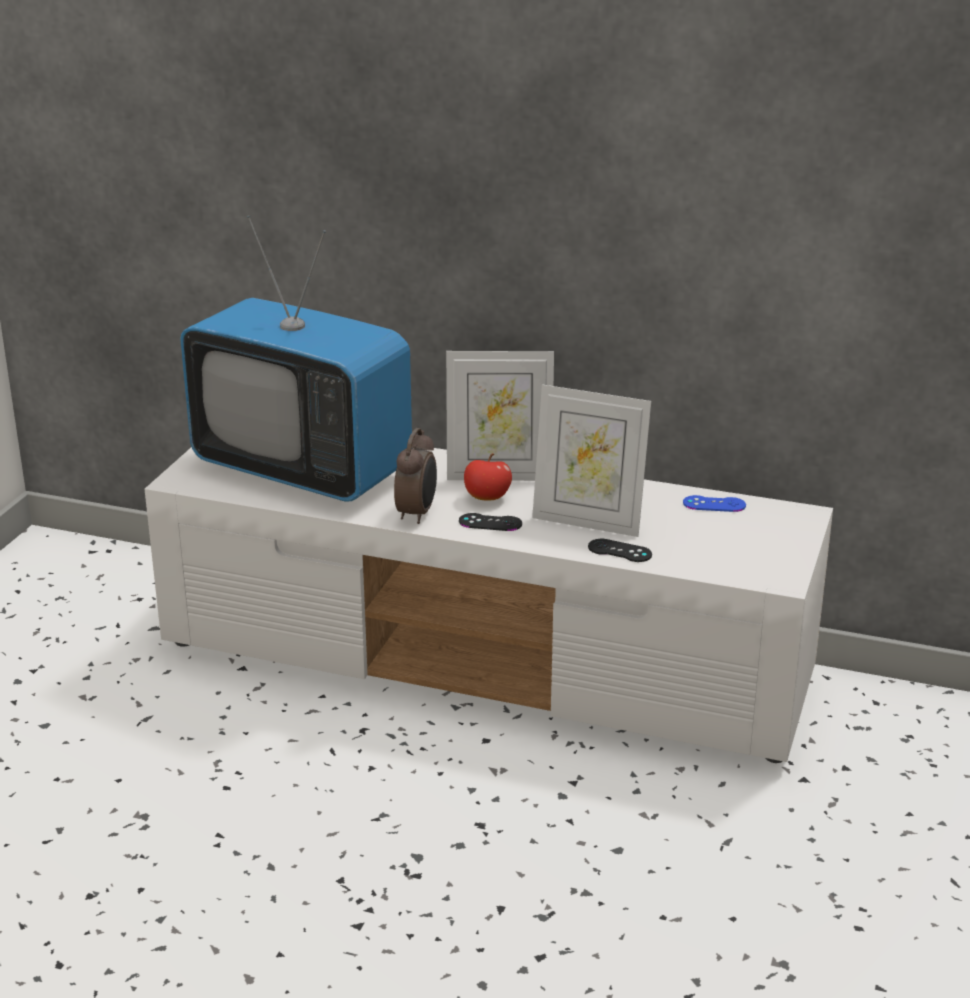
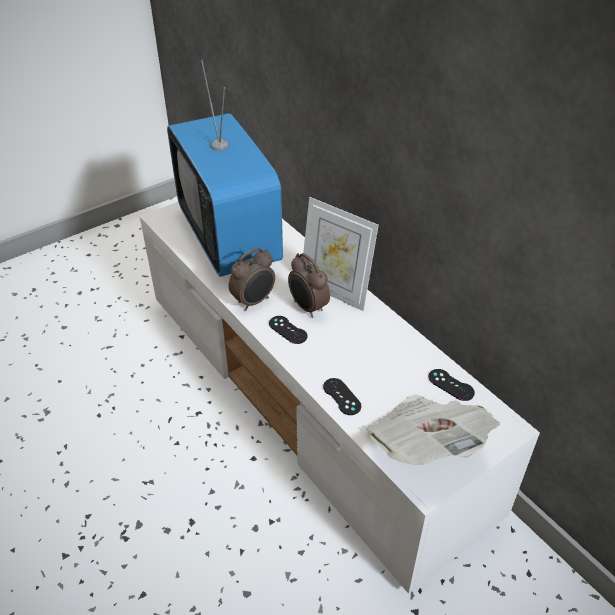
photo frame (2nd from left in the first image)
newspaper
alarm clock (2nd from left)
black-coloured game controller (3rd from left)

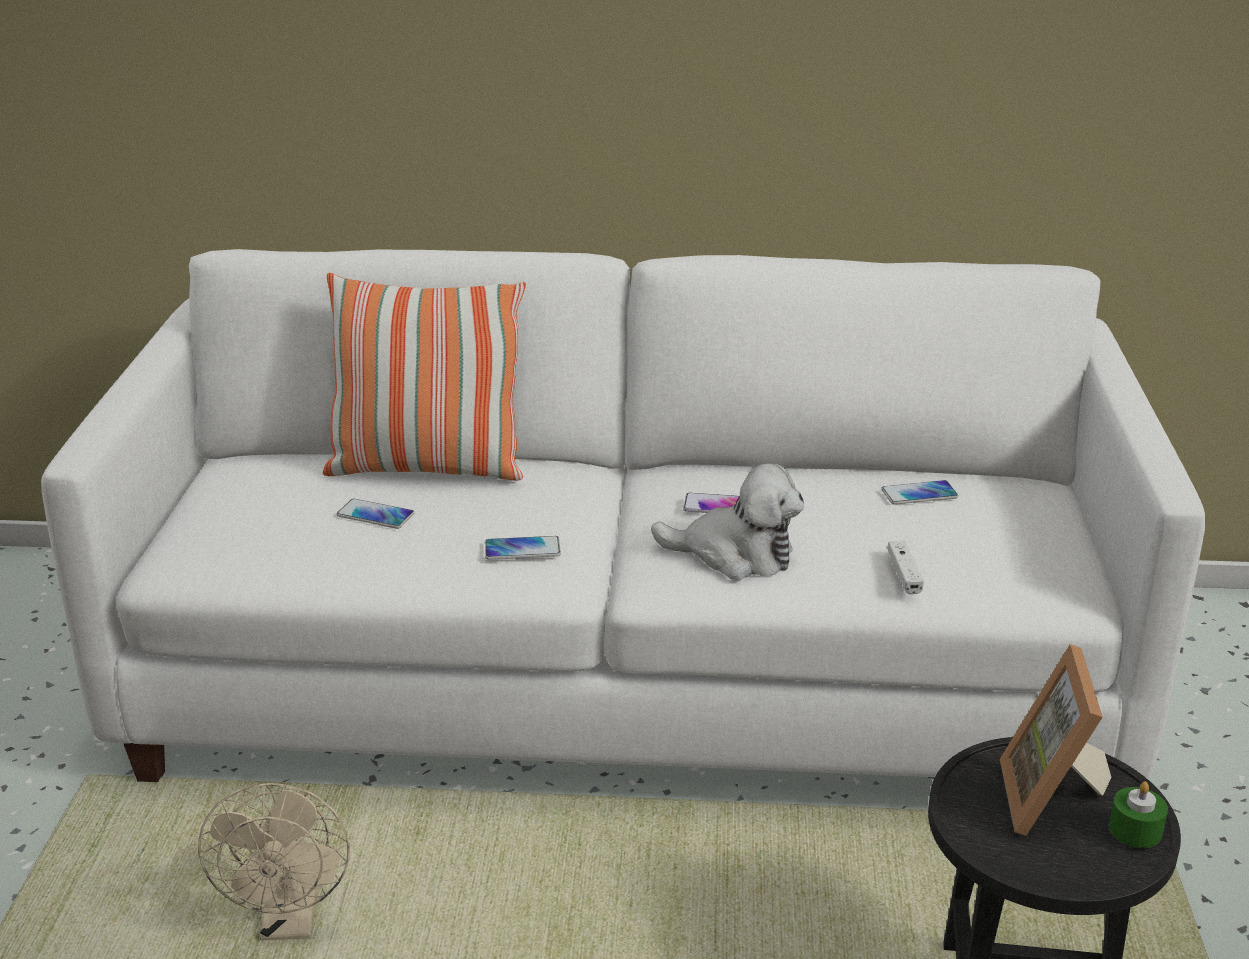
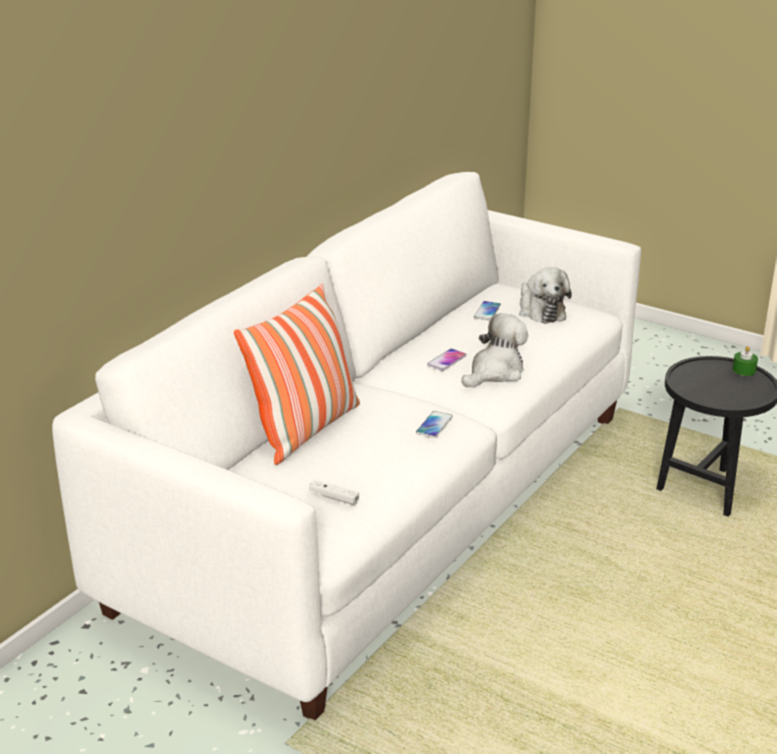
sand-coloured fan
telephone (1st from left in the first image)
photo frame
cuddly toy (2nd from left)
whitish game controller

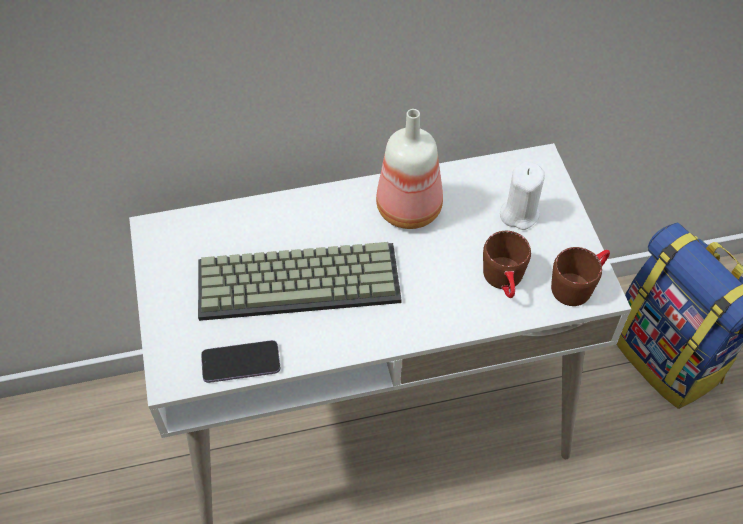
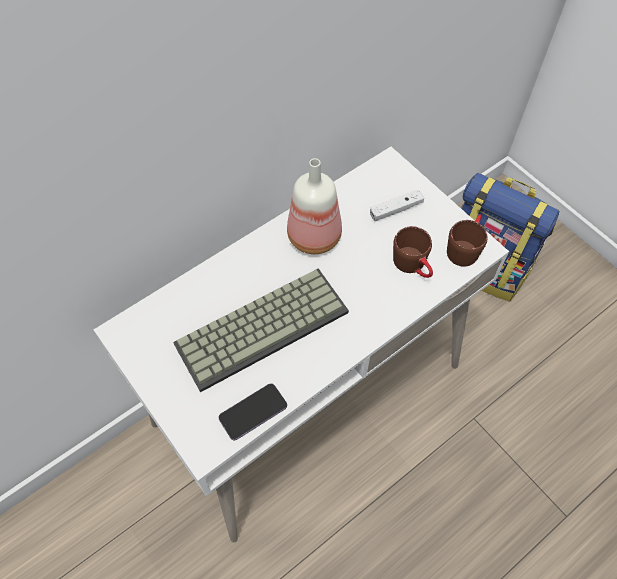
whitish game controller

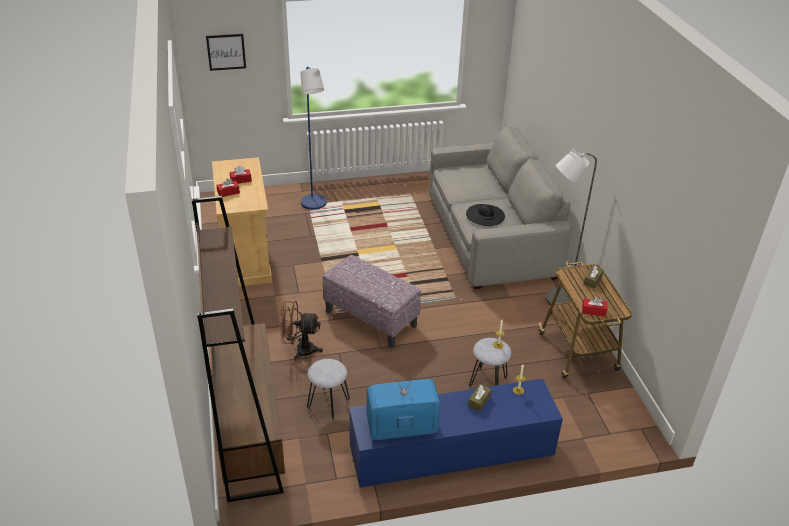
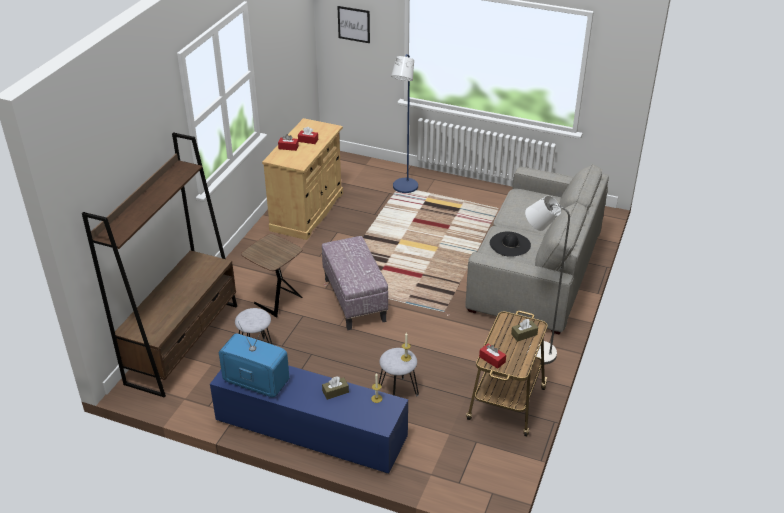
brown-coloured accent table

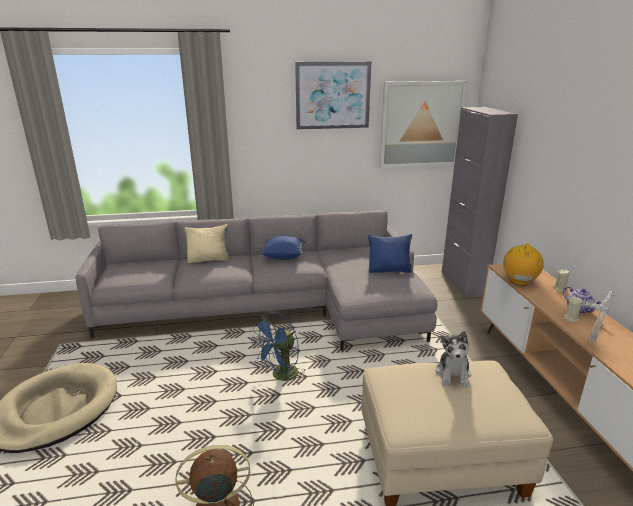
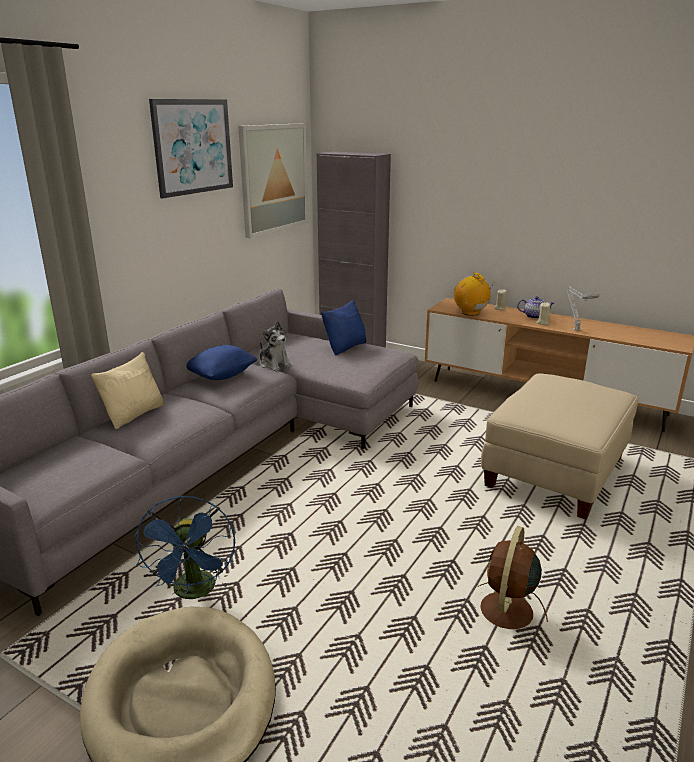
blue-coloured fan
cuddly toy

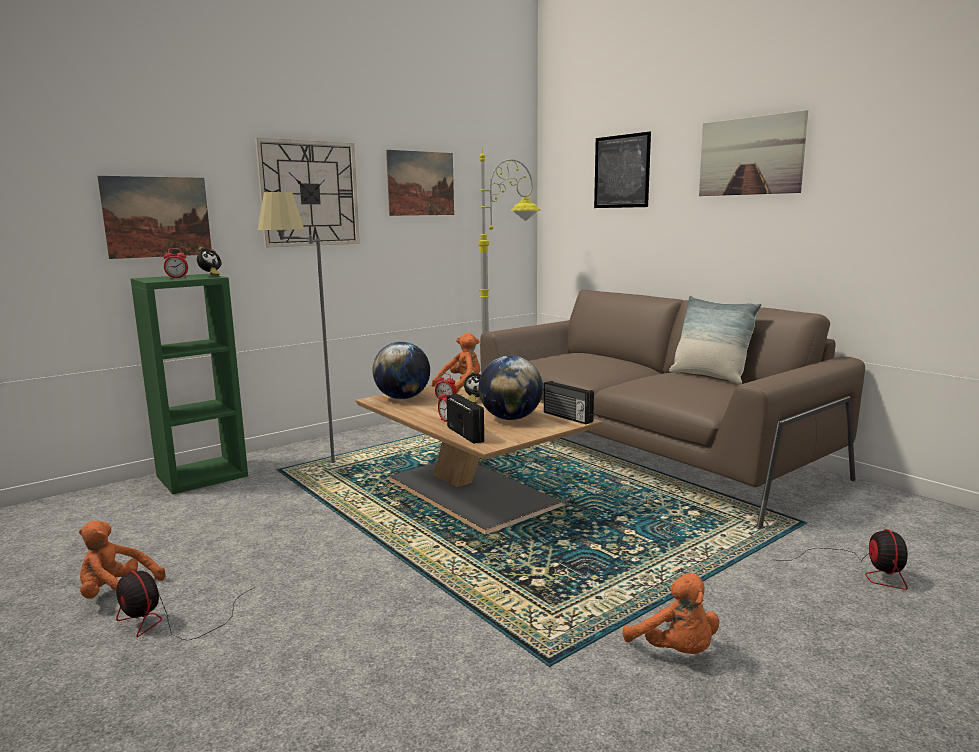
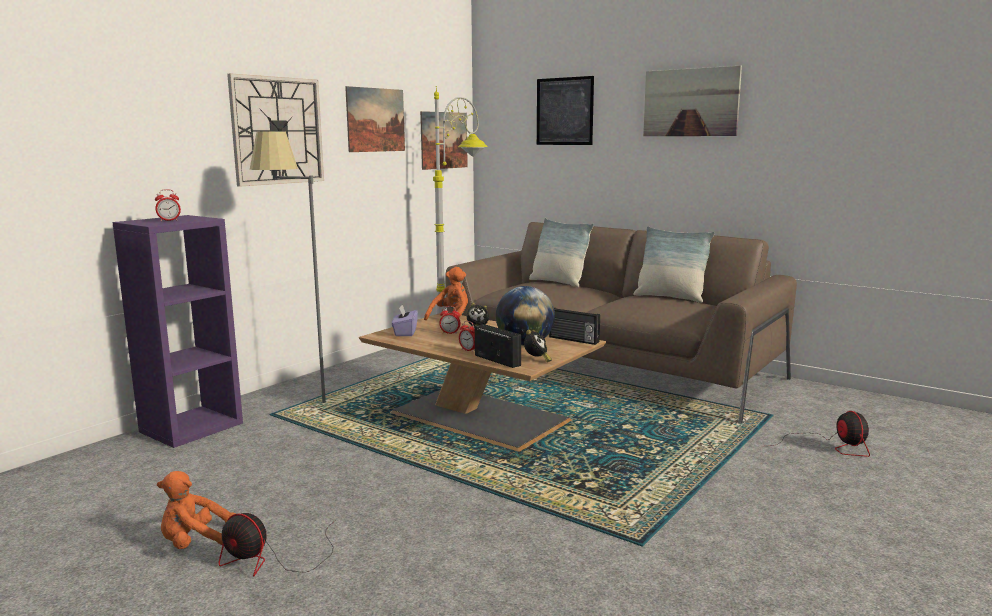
orange-coloured cuddly toy (3rd from left in the first image)
throw pillow (1st from left)
wall art (2nd from left)
alarm clock (5th from left)
purple tissue holder
purple shelving unit

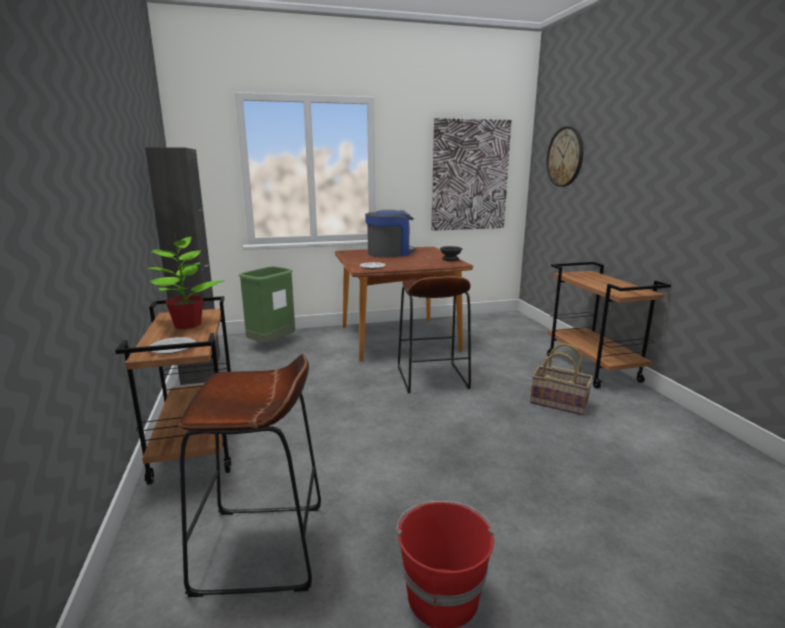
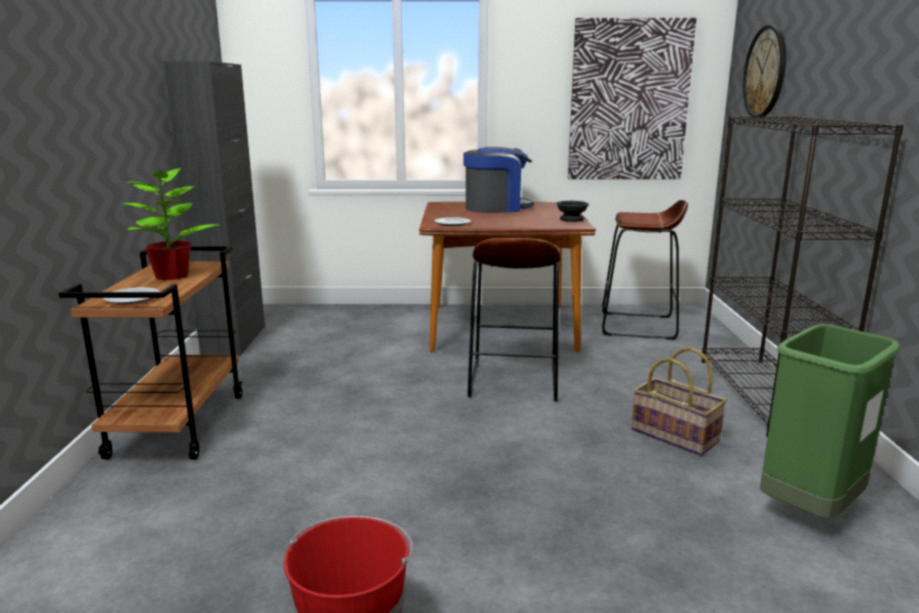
brown-coloured sitting stool (2nd from left)
green-coloured trash can
black-coloured shelving unit

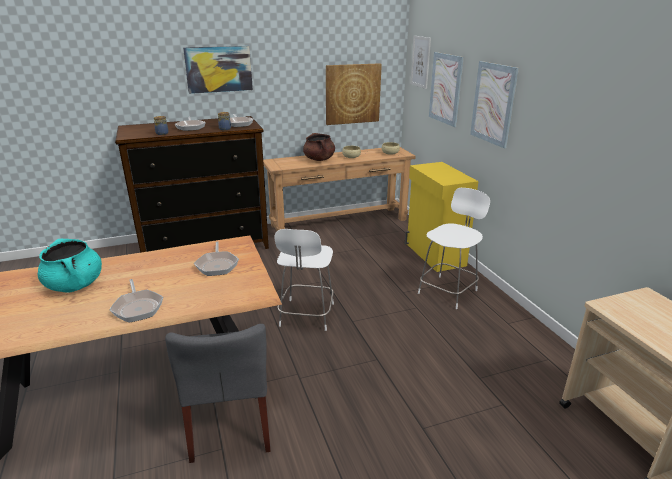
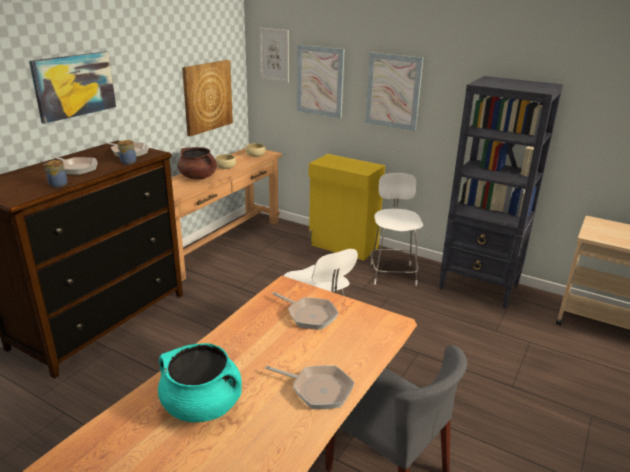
black-coloured shelving unit

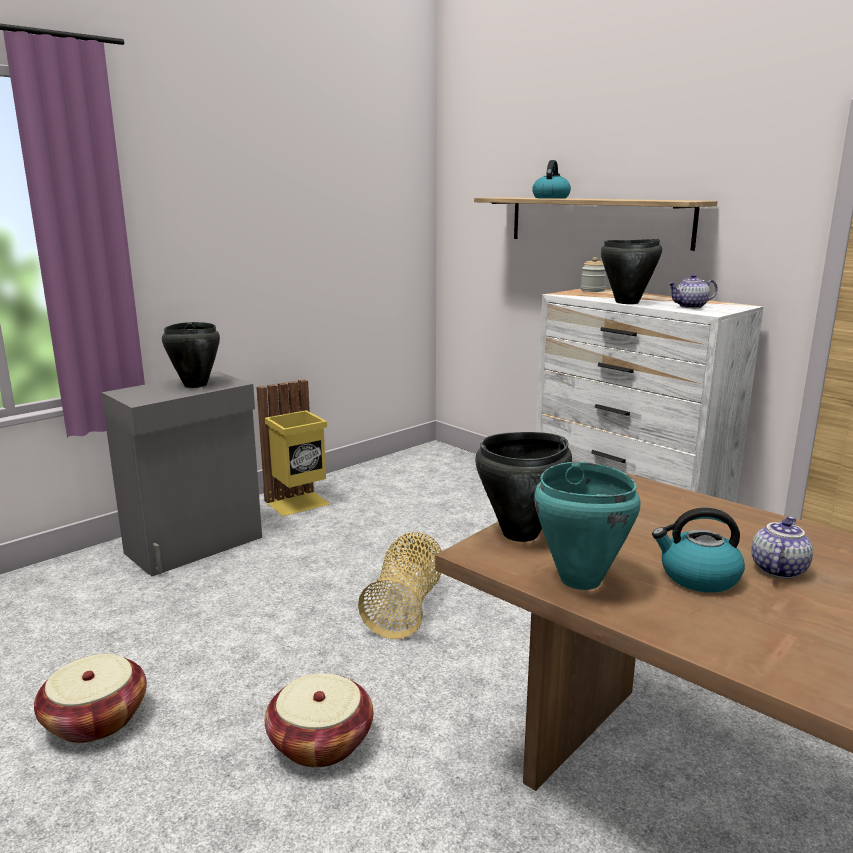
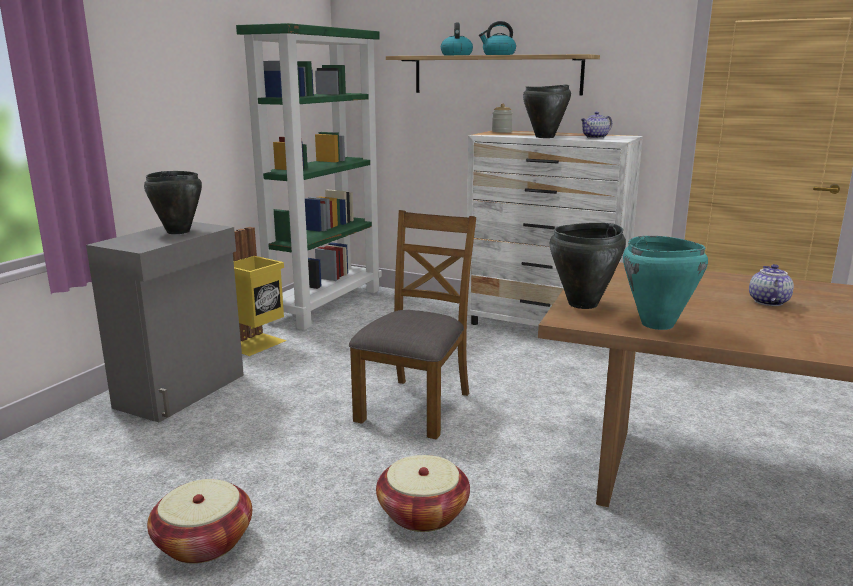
green-coloured shelving unit
water kettle (2nd from left)
brown-coloured chair

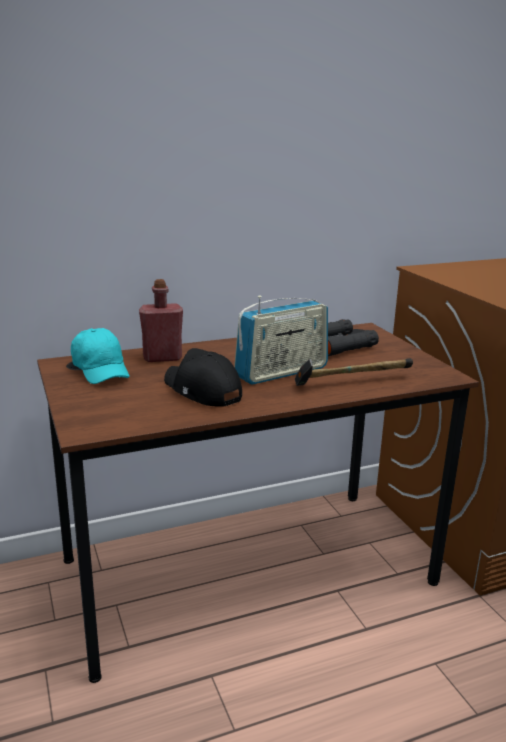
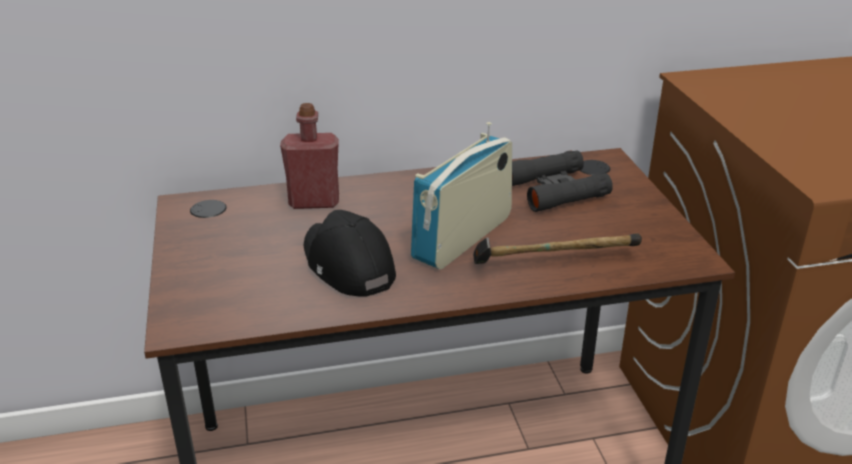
turquoise-coloured cap
radio receiver

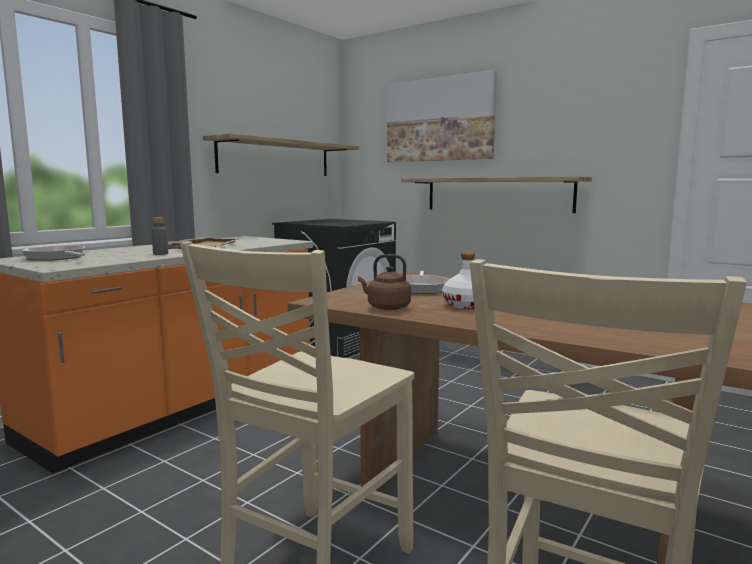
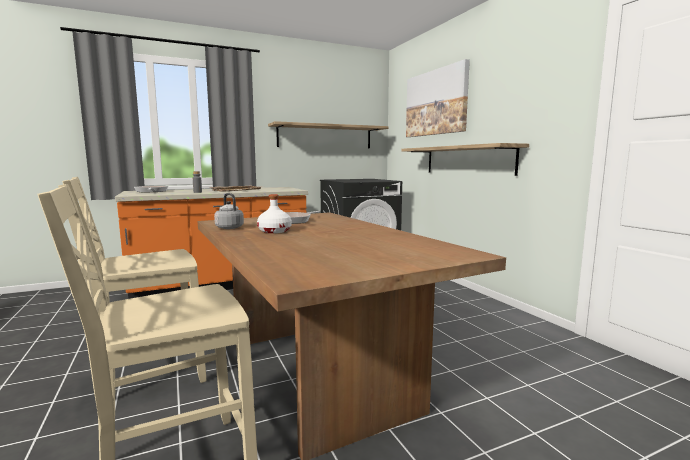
grey water kettle

